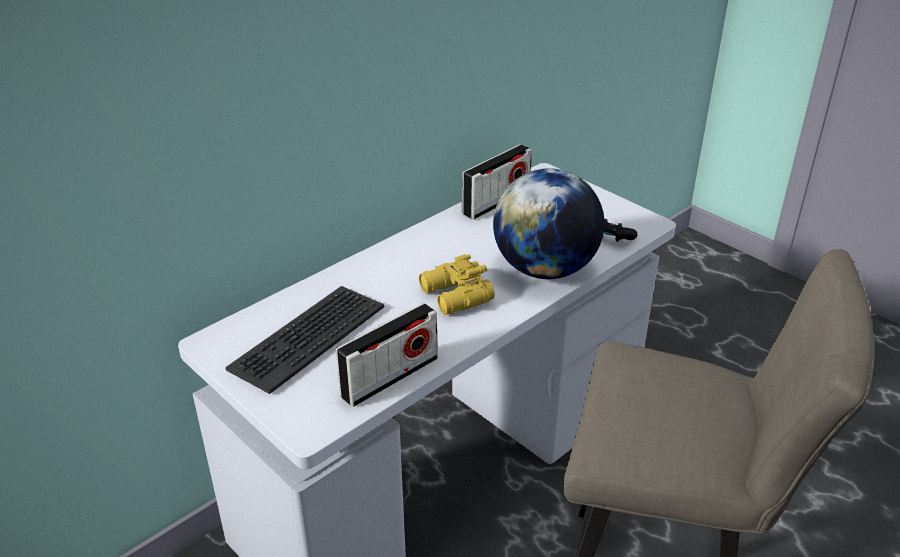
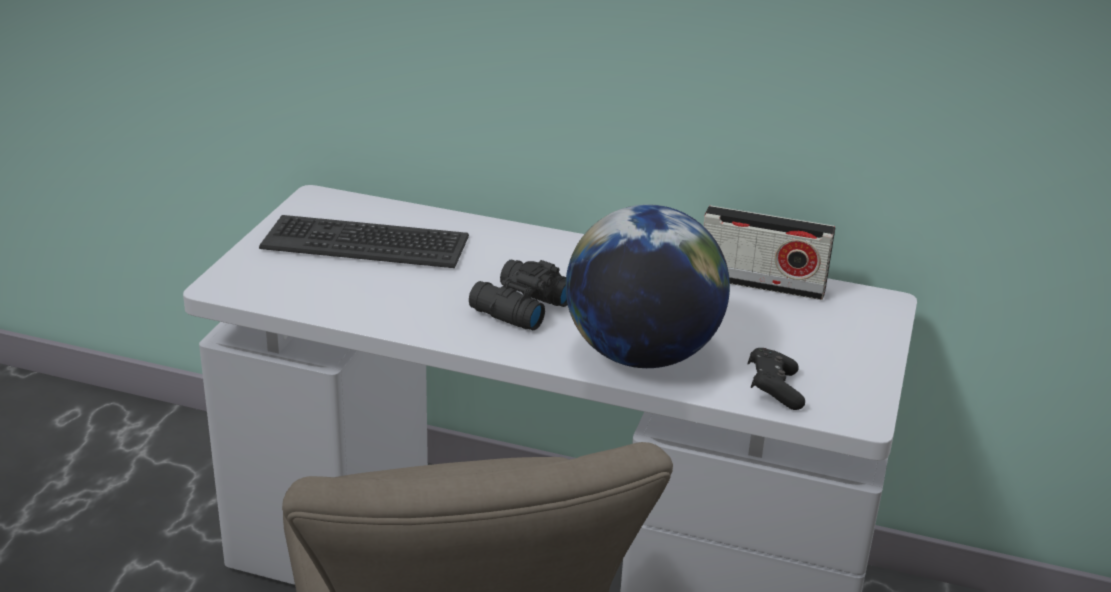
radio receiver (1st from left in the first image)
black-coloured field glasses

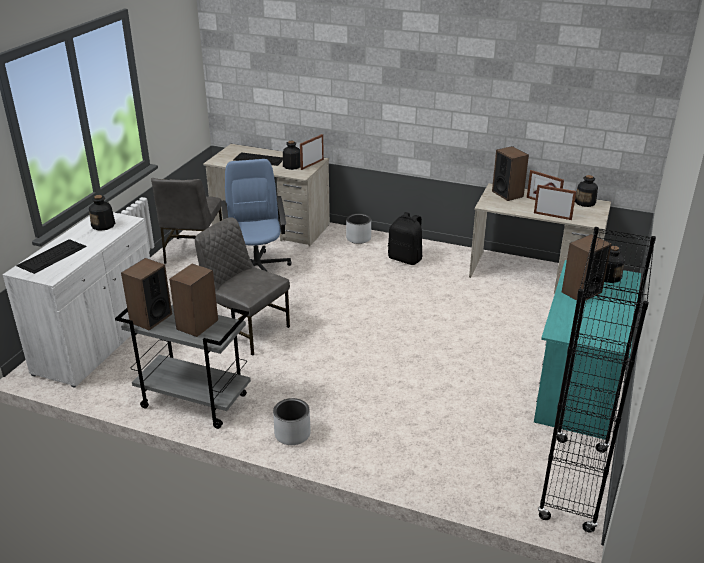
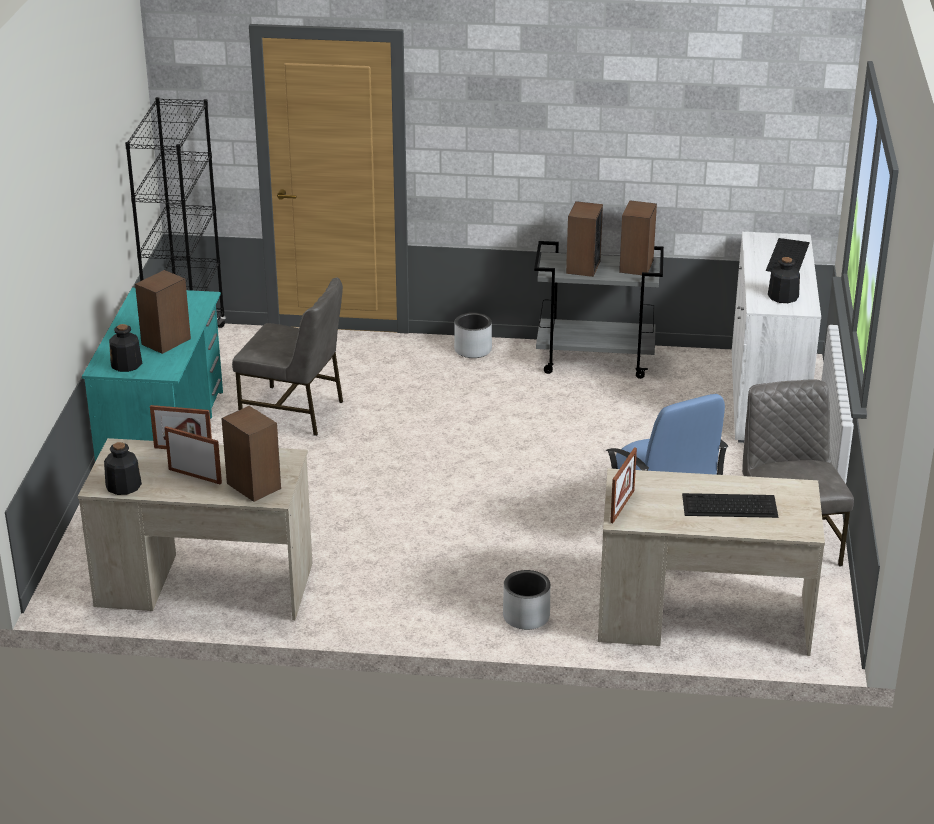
drink bottle (2nd from left in the first image)
black-coloured rucksack
grey chair (1st from left)

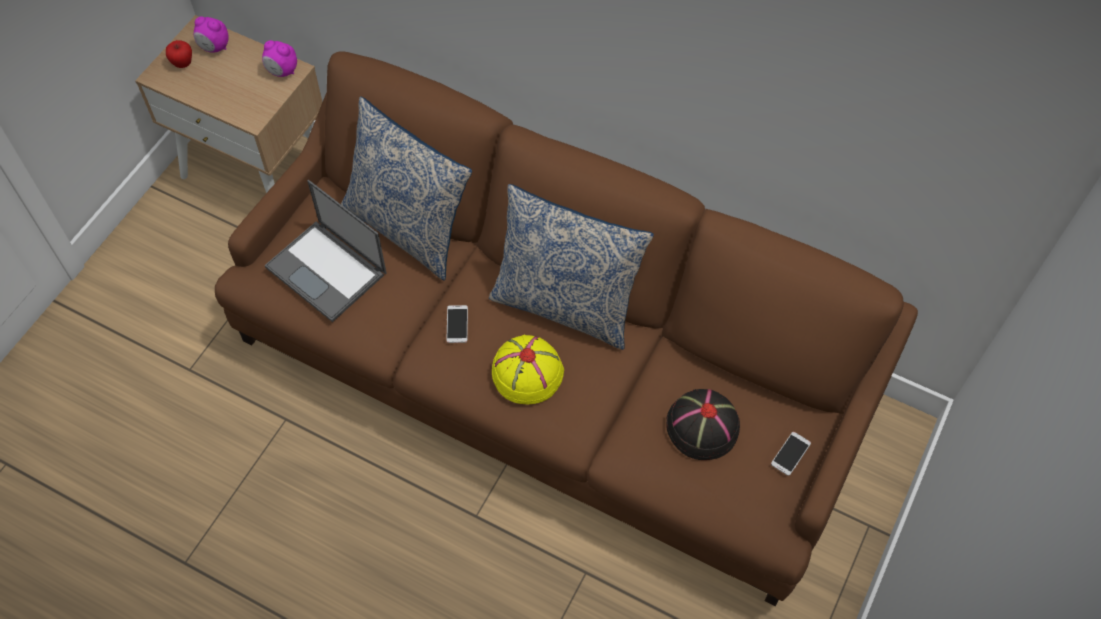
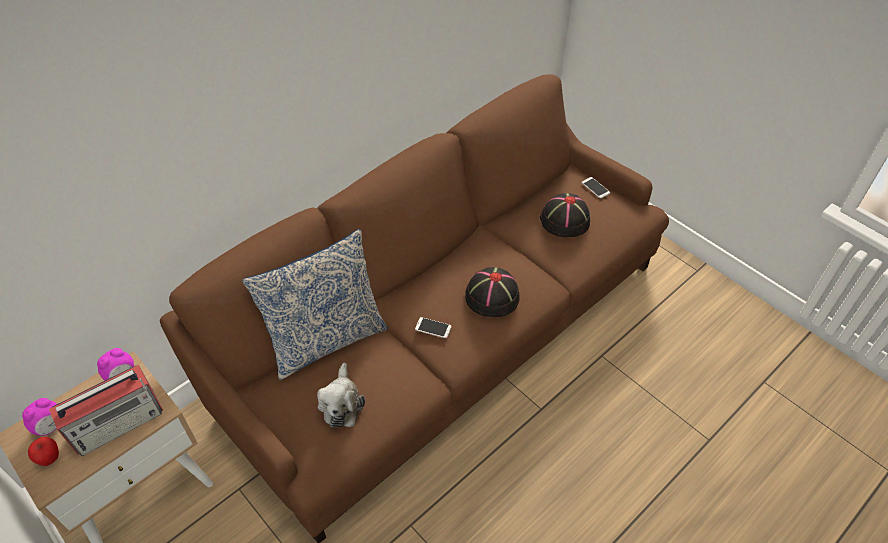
throw pillow (2nd from left in the first image)
radio receiver
cuddly toy
black-coloured clothing hat (1st from left)

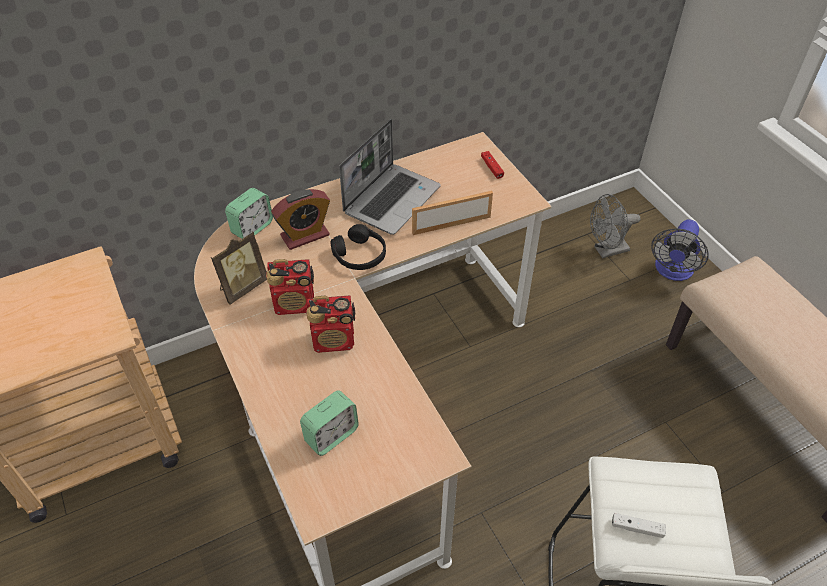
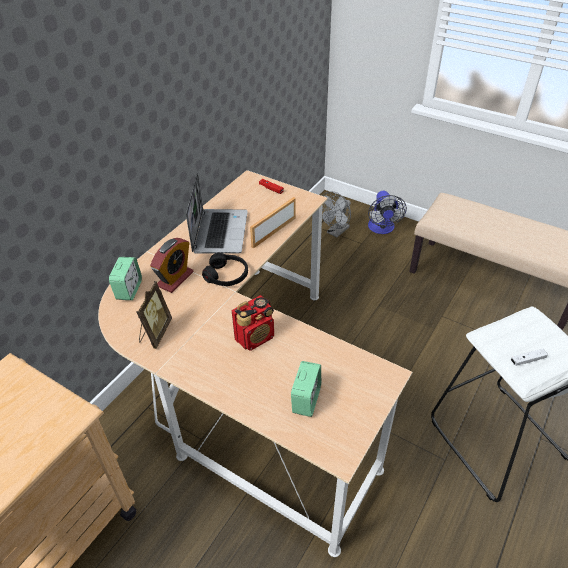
radio receiver (1st from left in the first image)

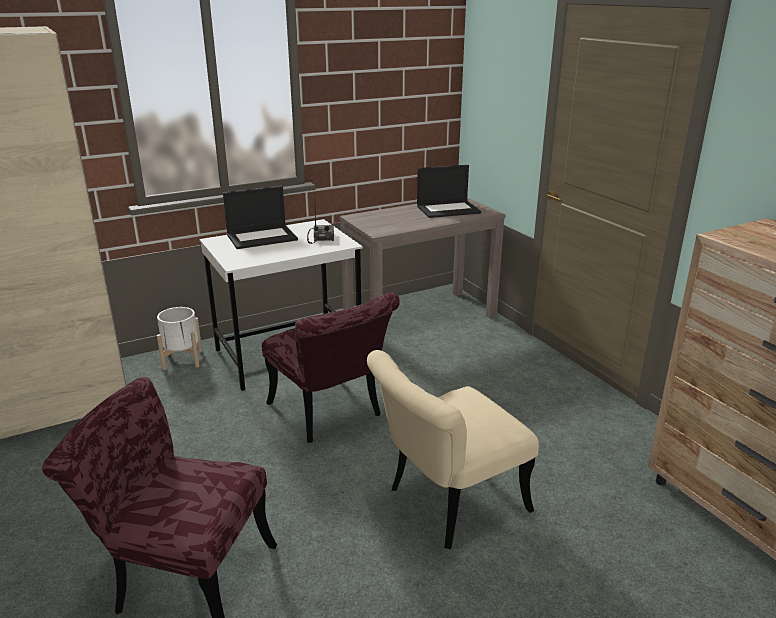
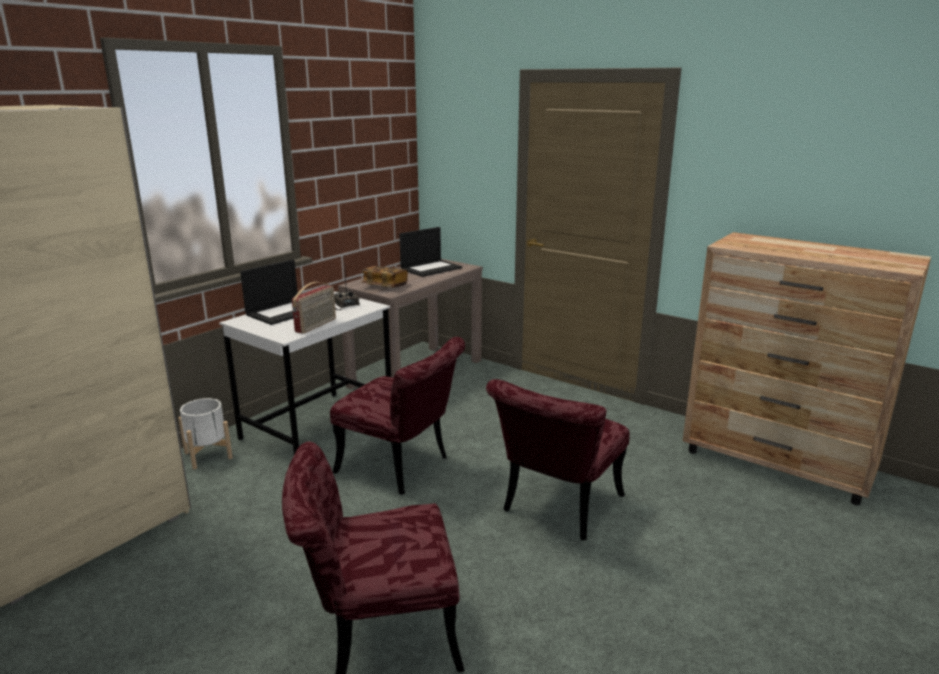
radio receiver (1st from left)
book
red chair (3rd from left)

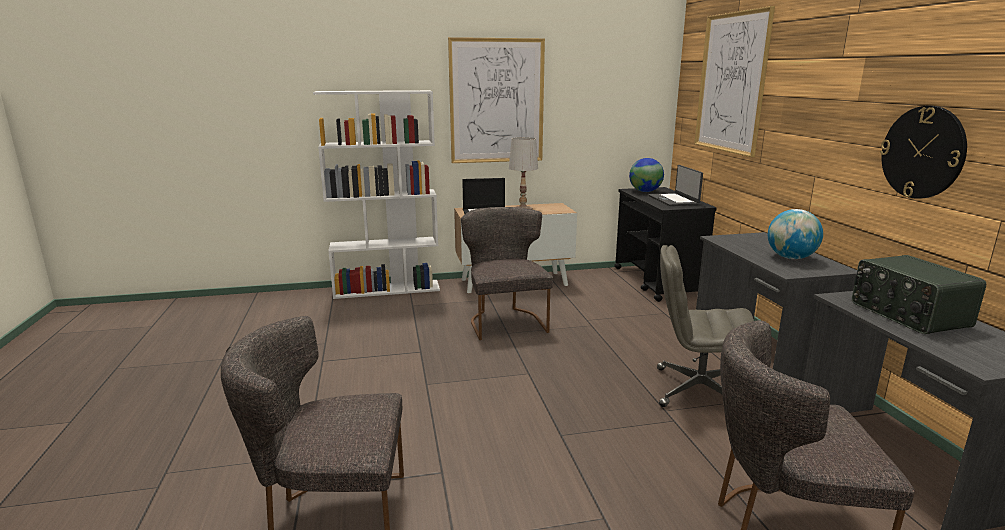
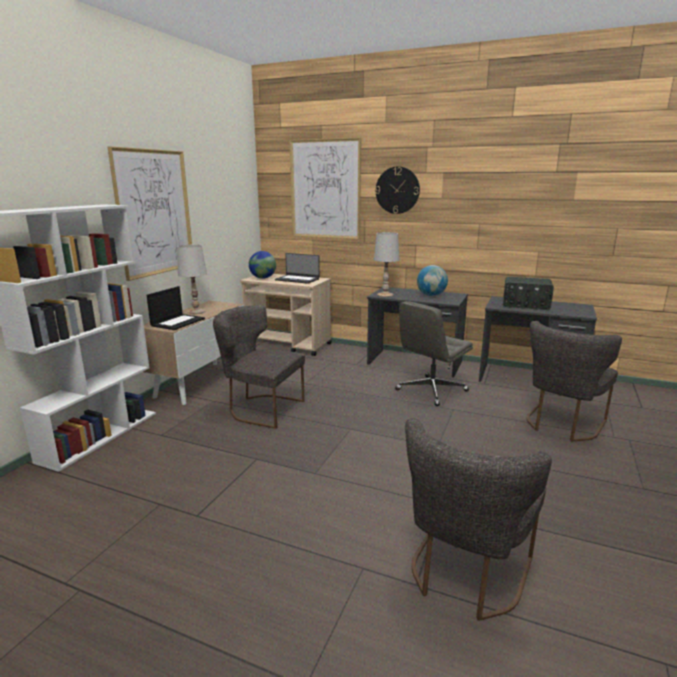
whitish tabletop lamp (2nd from left)
wall clock
sand-coloured wheeled cart

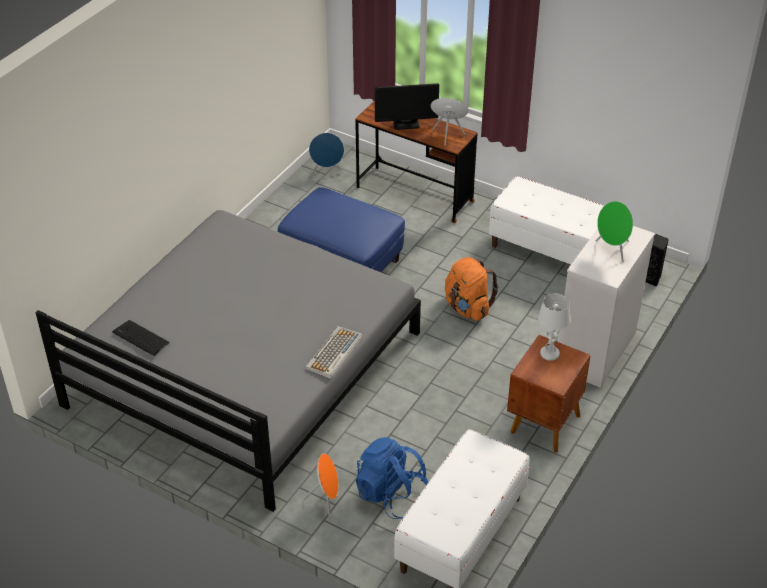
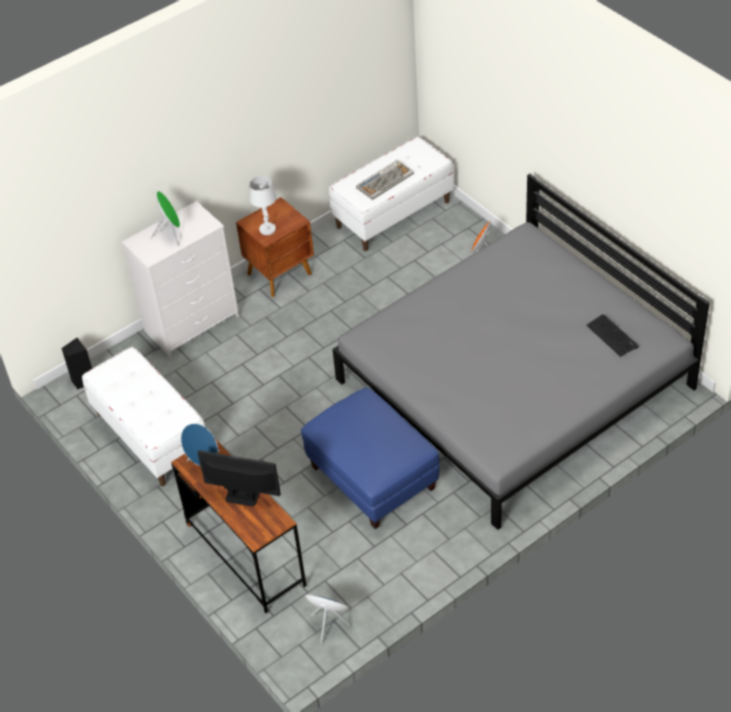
blue-coloured rucksack
orange-coloured rucksack
keyboard (1st from left)

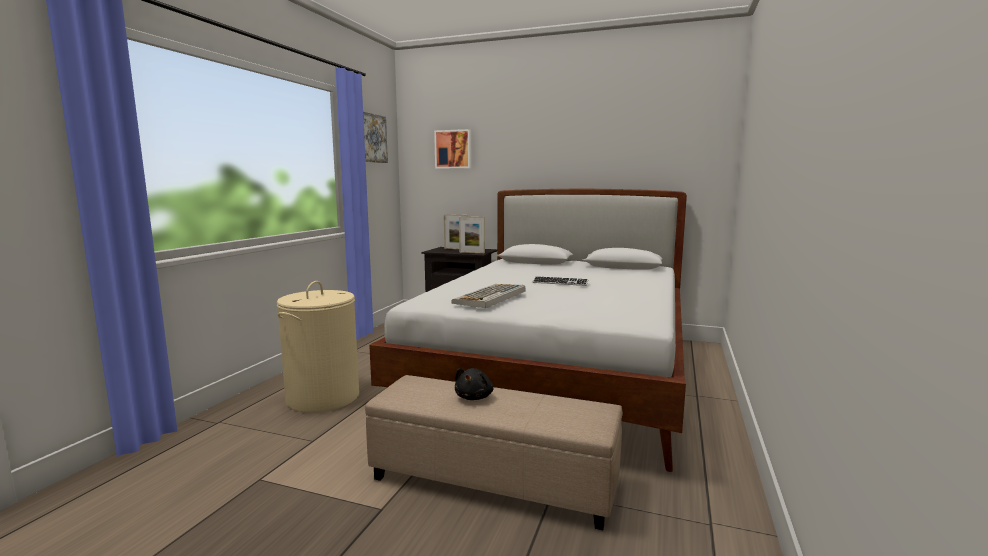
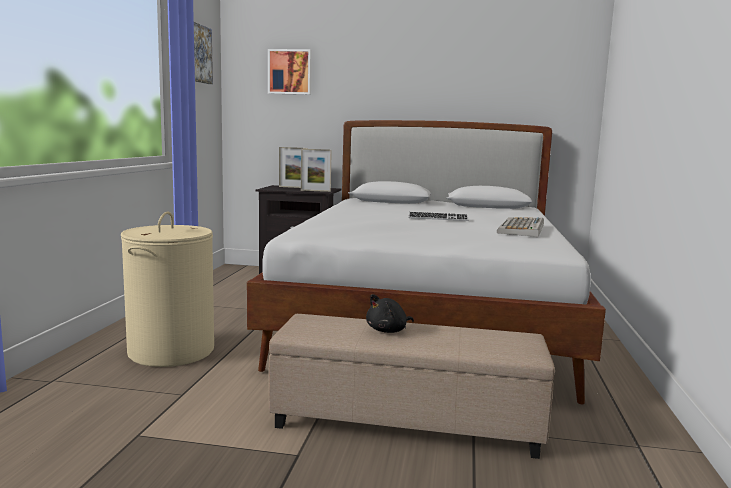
keyboard (2nd from left)
black-coloured cuddly toy

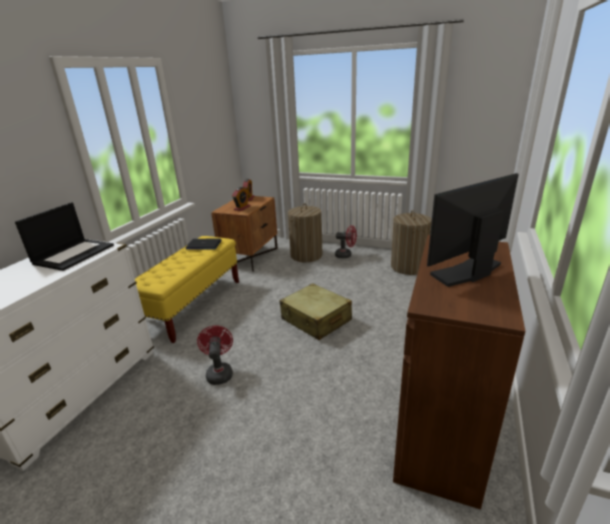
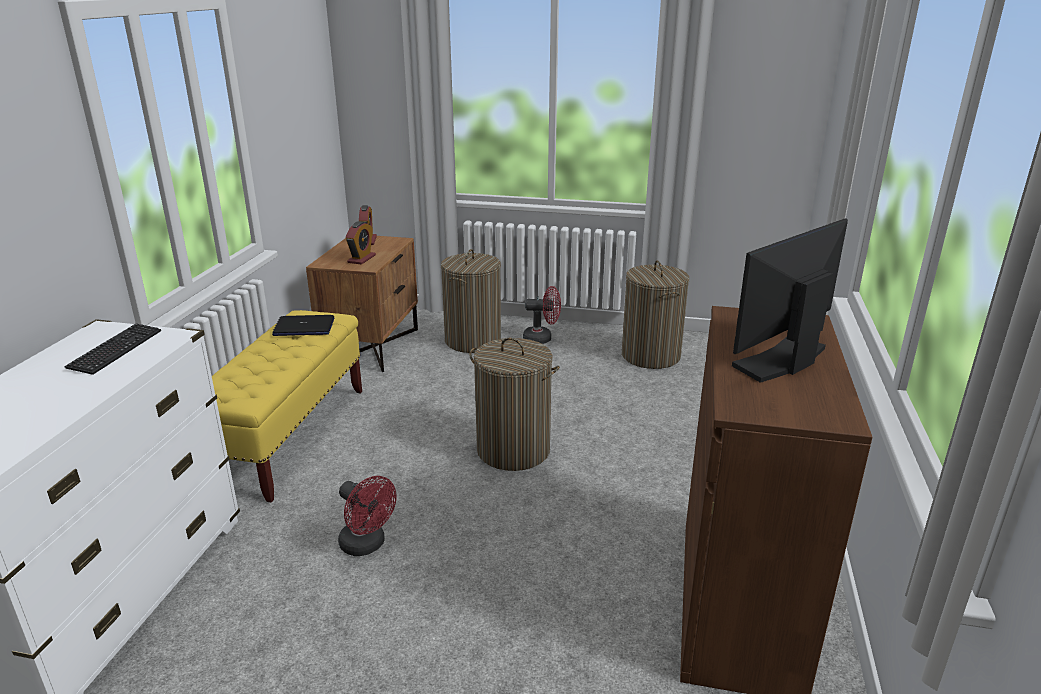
keyboard
laundry basket (2nd from left)
red fan (1st from left)

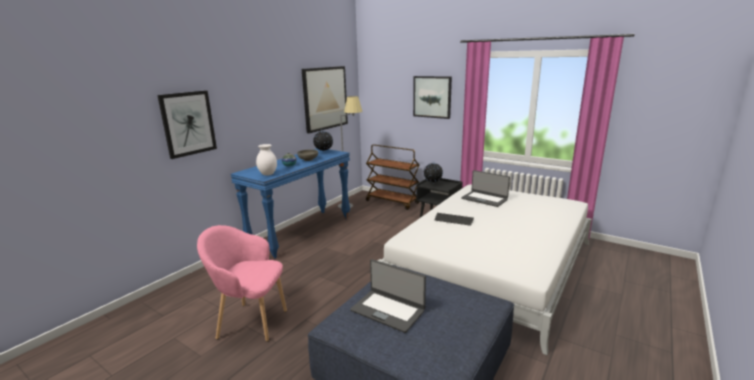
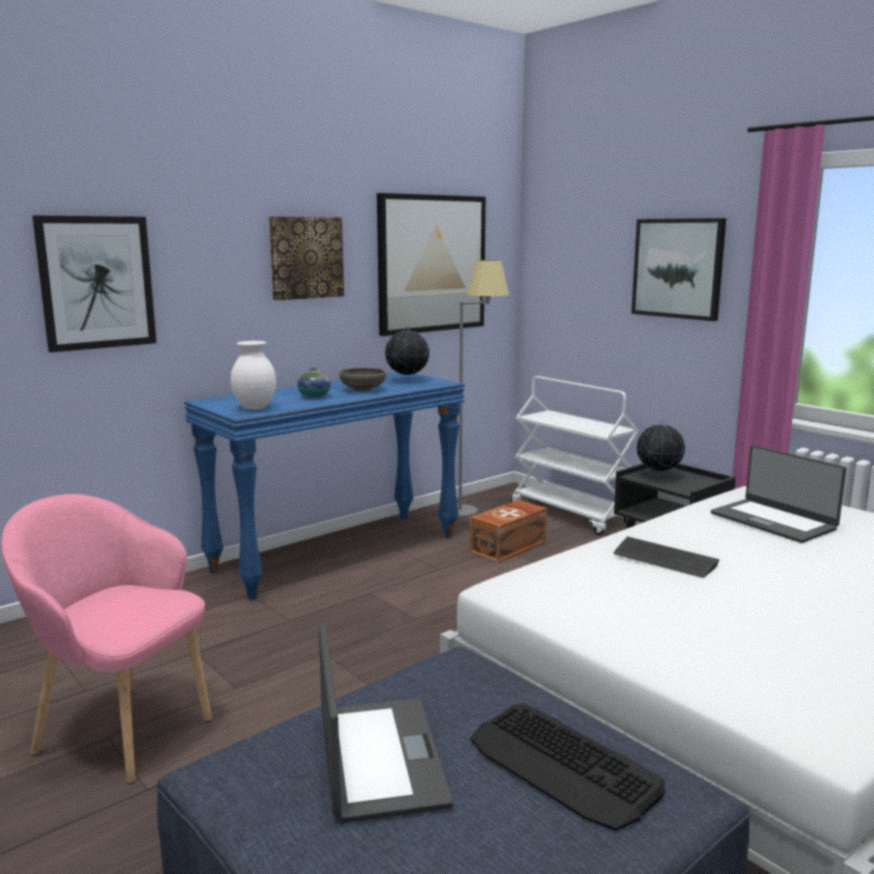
wall art (2nd from left)
brown-coloured storage box
keyboard (1st from left)
whitish wheeled cart
notebook computer (1st from left)

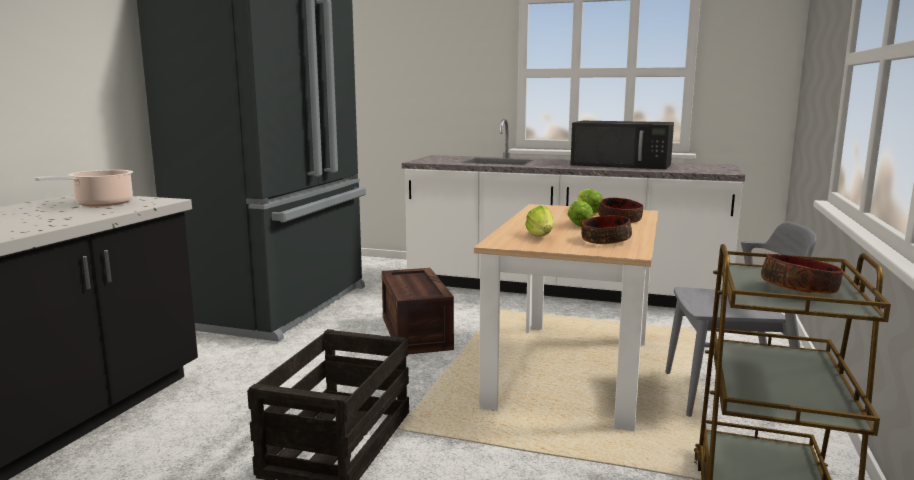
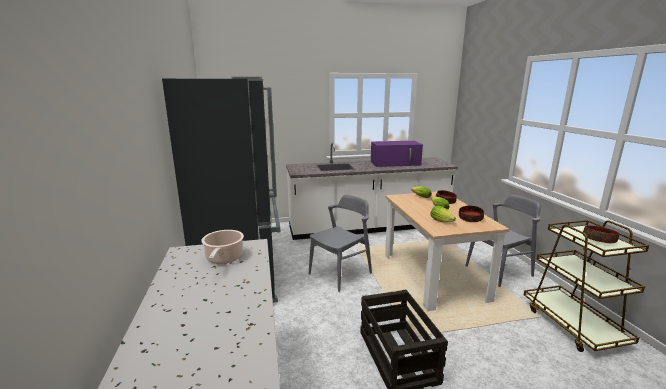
grey chair (1st from left)
purple kitchen microwave

